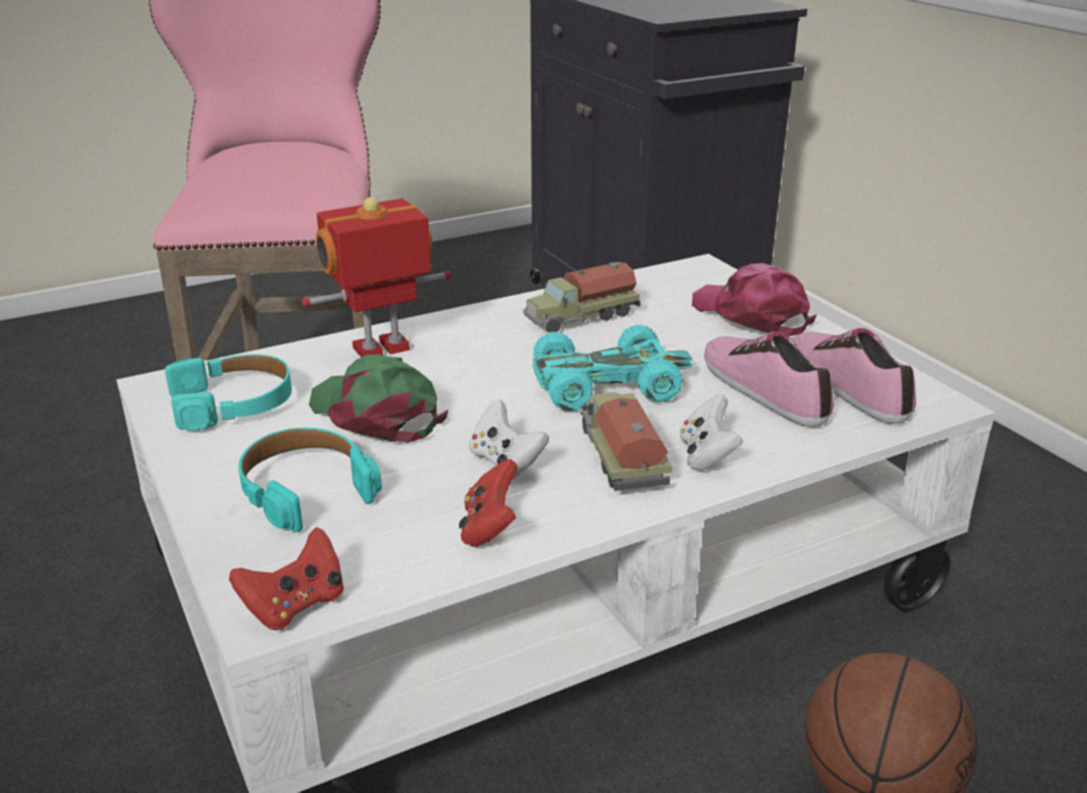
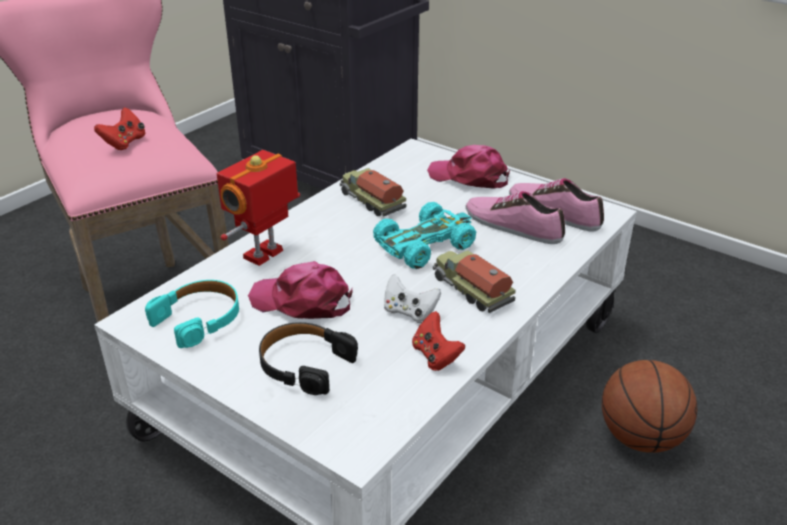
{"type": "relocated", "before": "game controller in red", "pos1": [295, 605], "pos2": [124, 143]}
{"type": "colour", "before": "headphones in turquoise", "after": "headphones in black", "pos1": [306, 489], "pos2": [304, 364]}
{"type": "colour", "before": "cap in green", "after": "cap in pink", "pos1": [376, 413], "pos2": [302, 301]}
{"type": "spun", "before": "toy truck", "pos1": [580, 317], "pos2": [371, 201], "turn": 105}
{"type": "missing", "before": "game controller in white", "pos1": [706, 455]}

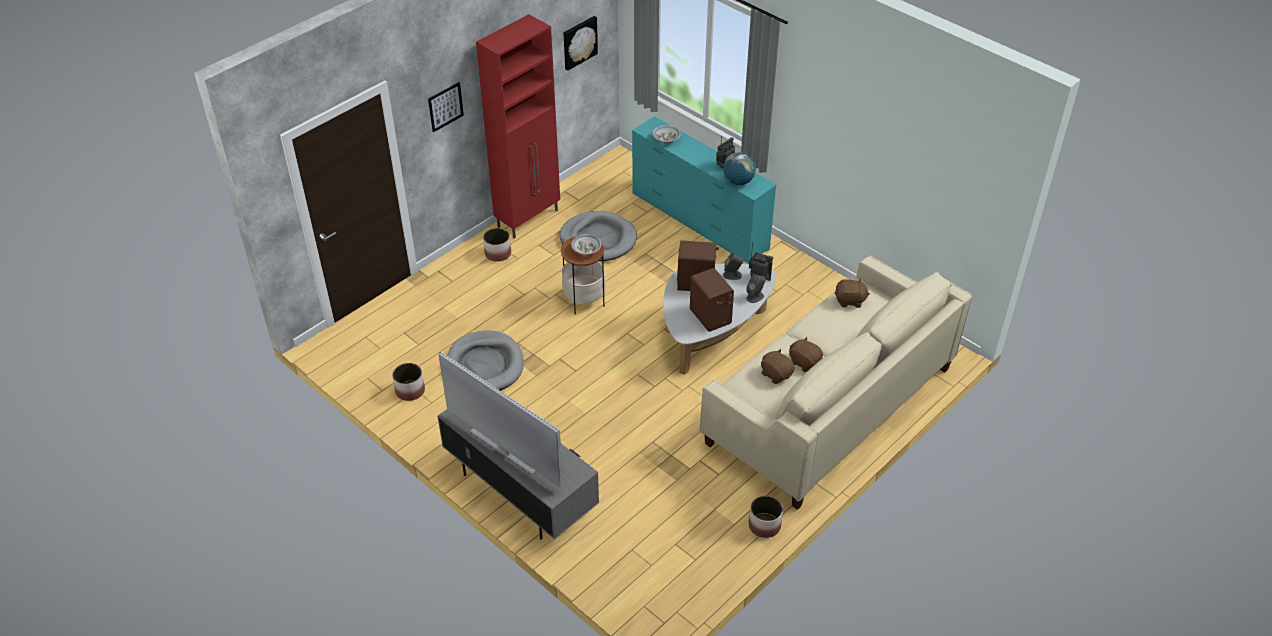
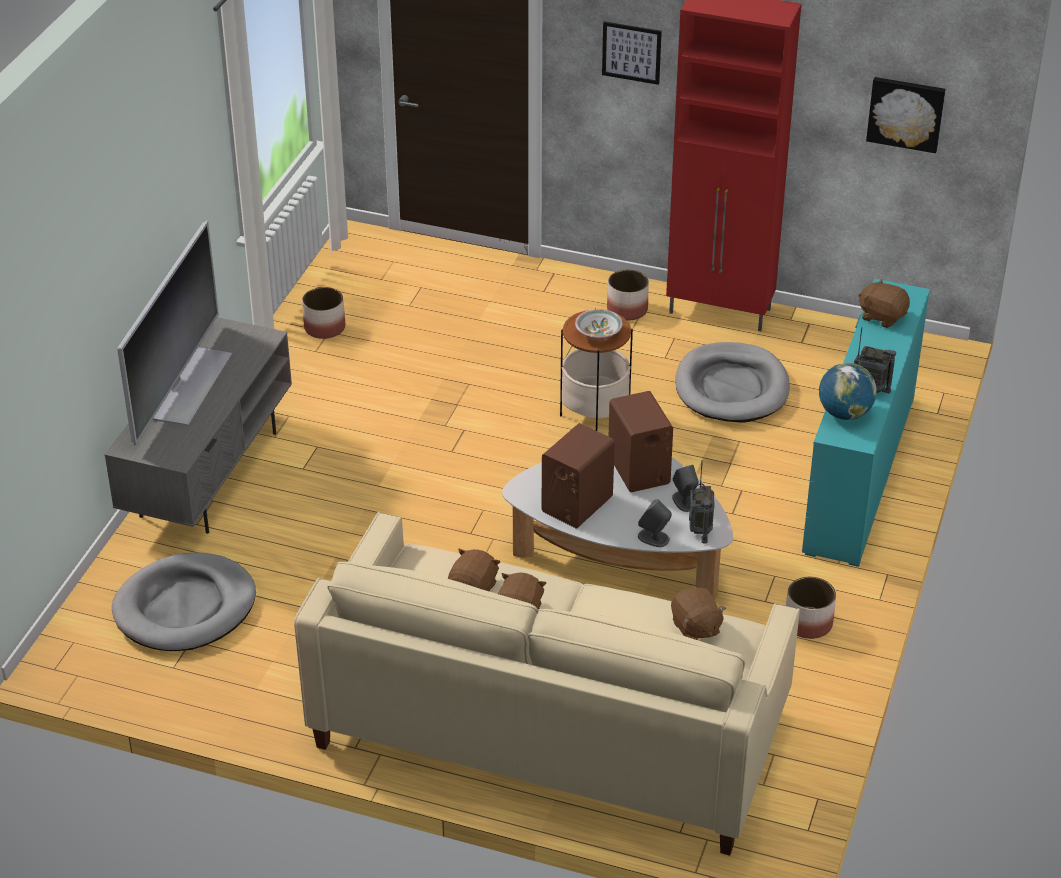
{"type": "relocated", "before": "dog bed in grey", "pos1": [485, 365], "pos2": [185, 607]}
{"type": "exchanged", "before": "bowl", "after": "plush toy in brown", "pos1": [666, 139], "pos2": [882, 316]}
{"type": "relocated", "before": "planter", "pos1": [764, 525], "pos2": [807, 623]}

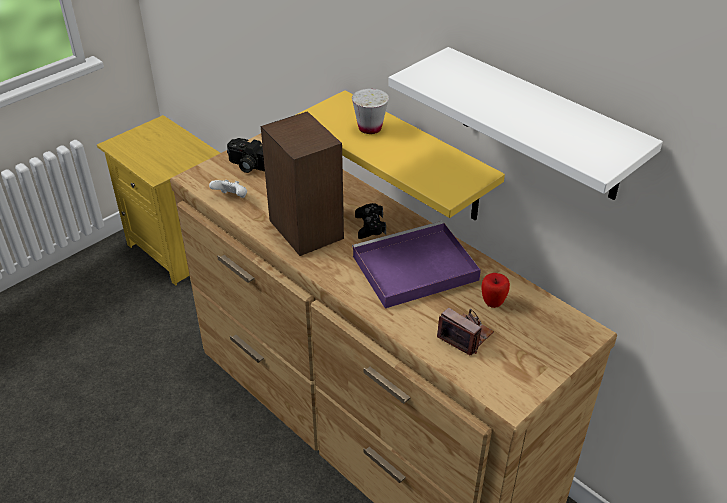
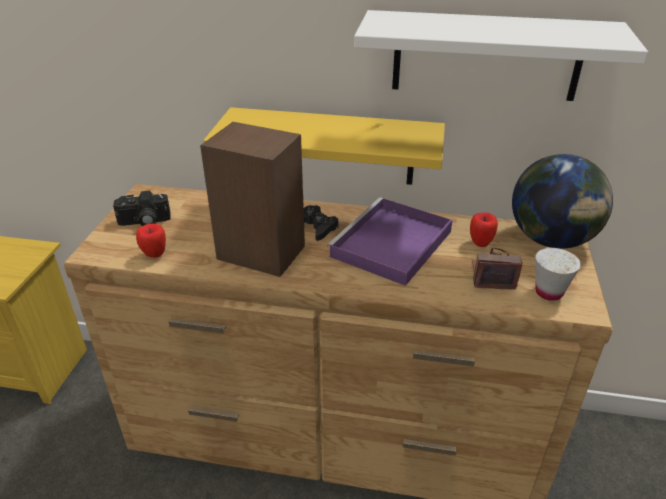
{"type": "exchanged", "before": "game controller in white", "after": "apple", "pos1": [231, 198], "pos2": [155, 255]}
{"type": "relocated", "before": "cup in white", "pos1": [370, 128], "pos2": [549, 292]}
{"type": "appeared", "after": "globe", "pos2": [551, 240]}

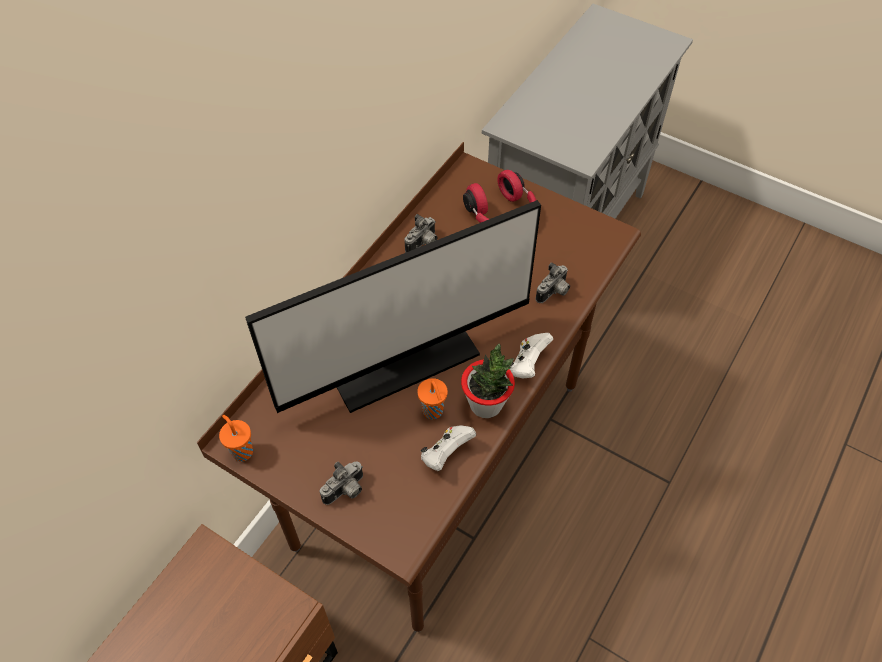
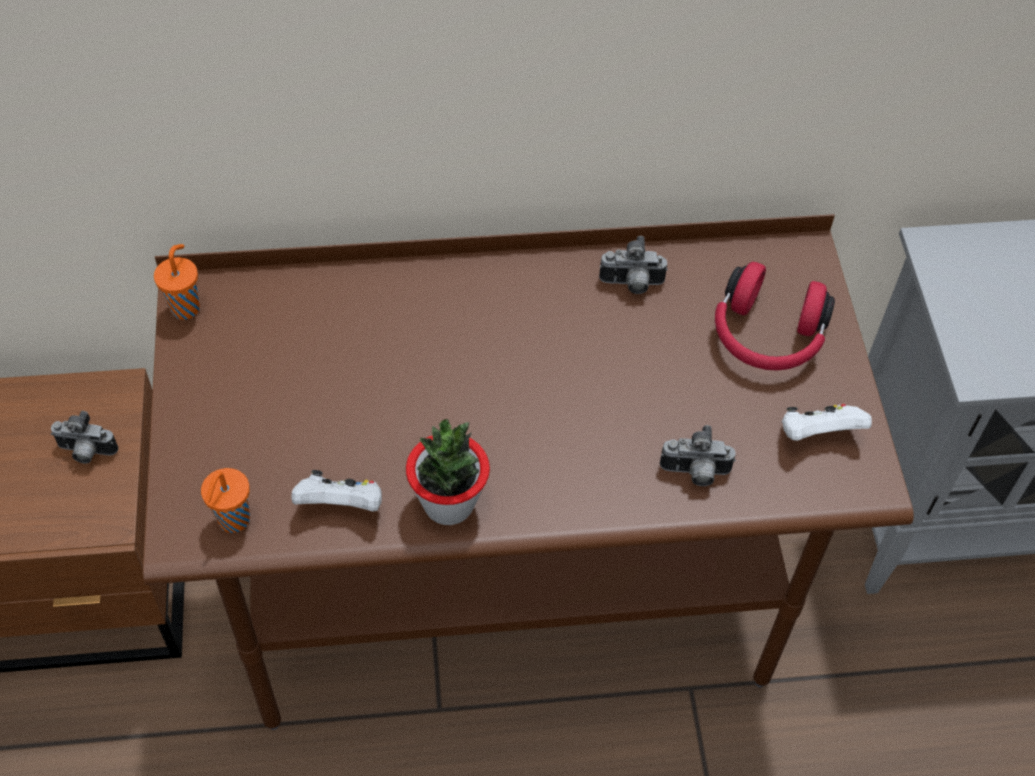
{"type": "missing", "before": "monitor", "pos1": [399, 354]}
{"type": "relocated", "before": "photo camera", "pos1": [346, 491], "pos2": [86, 452]}
{"type": "relocated", "before": "cup in orange", "pos1": [433, 412], "pos2": [232, 521]}
{"type": "relocated", "before": "game controller in white", "pos1": [527, 364], "pos2": [817, 435]}

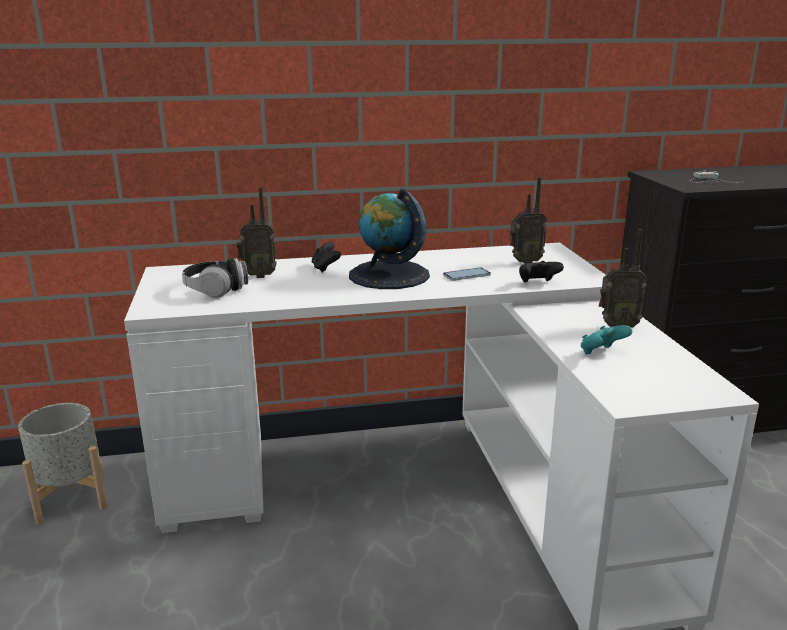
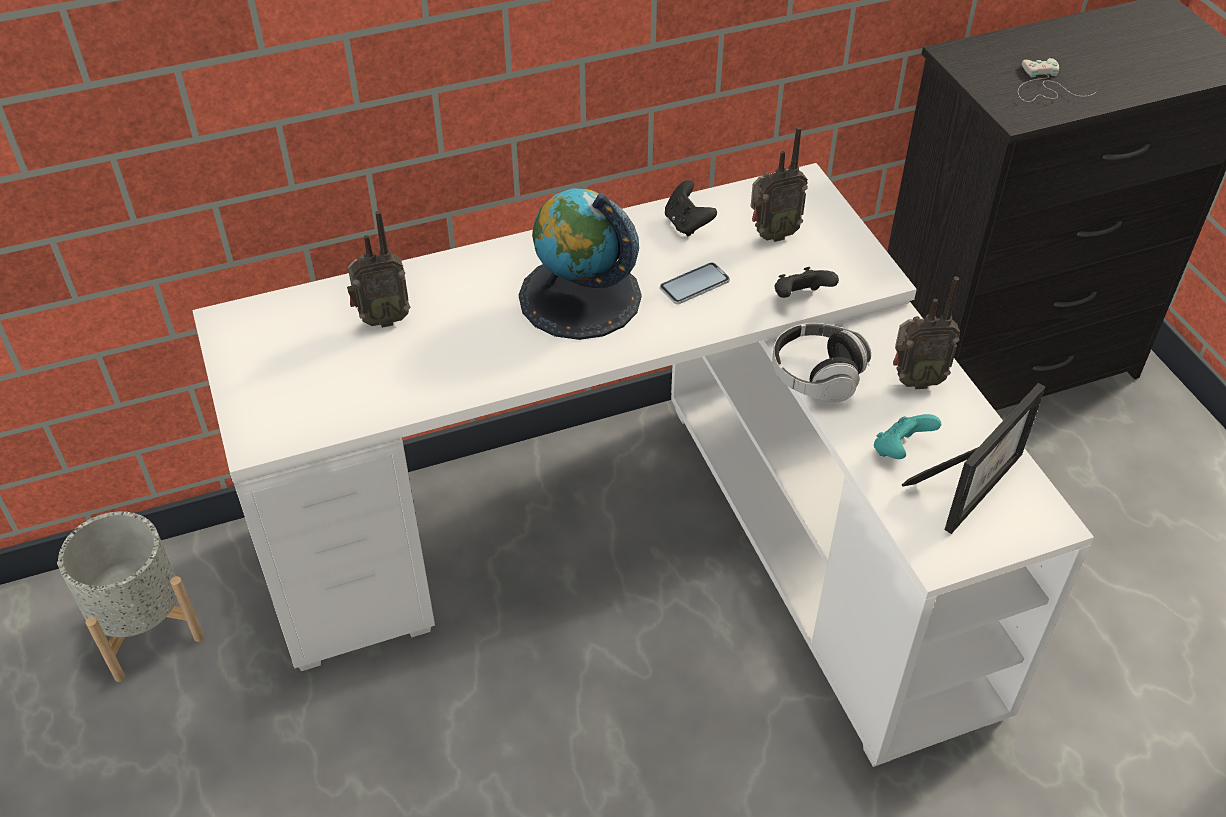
{"type": "relocated", "before": "headphones", "pos1": [216, 290], "pos2": [816, 376]}
{"type": "relocated", "before": "game controller in black", "pos1": [325, 268], "pos2": [687, 224]}
{"type": "appeared", "after": "picture frame", "pos2": [973, 482]}

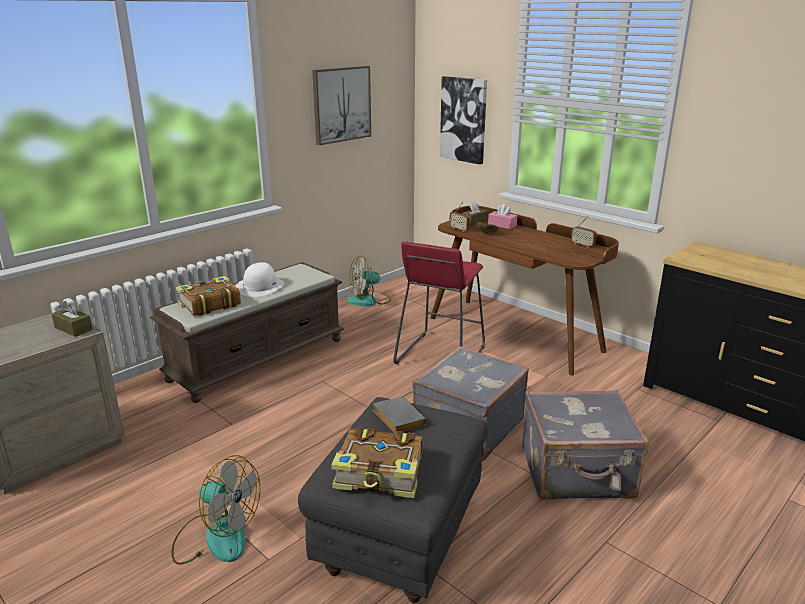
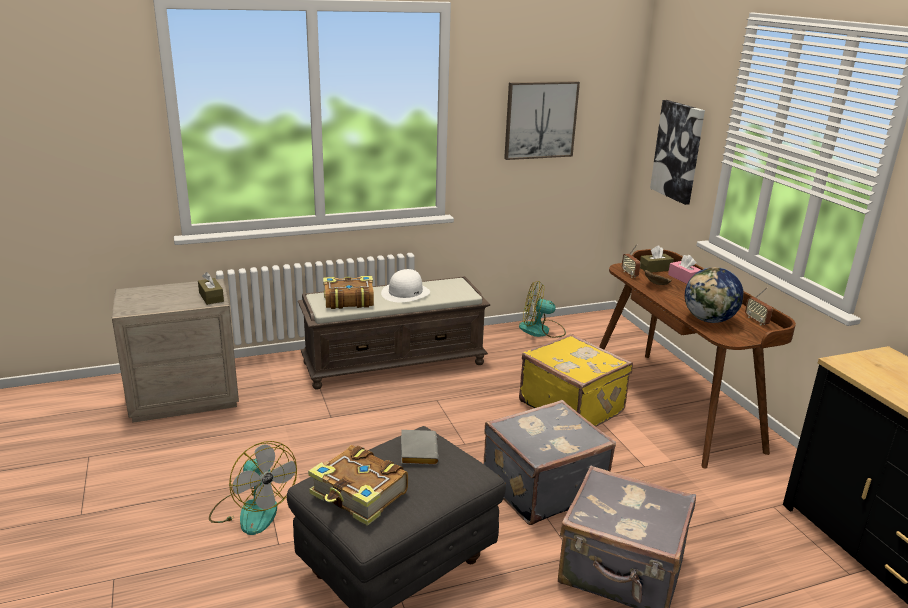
{"type": "exchanged", "before": "stool in red", "after": "suitcase in yellow", "pos1": [440, 355], "pos2": [572, 406]}
{"type": "appeared", "after": "globe", "pos2": [709, 320]}

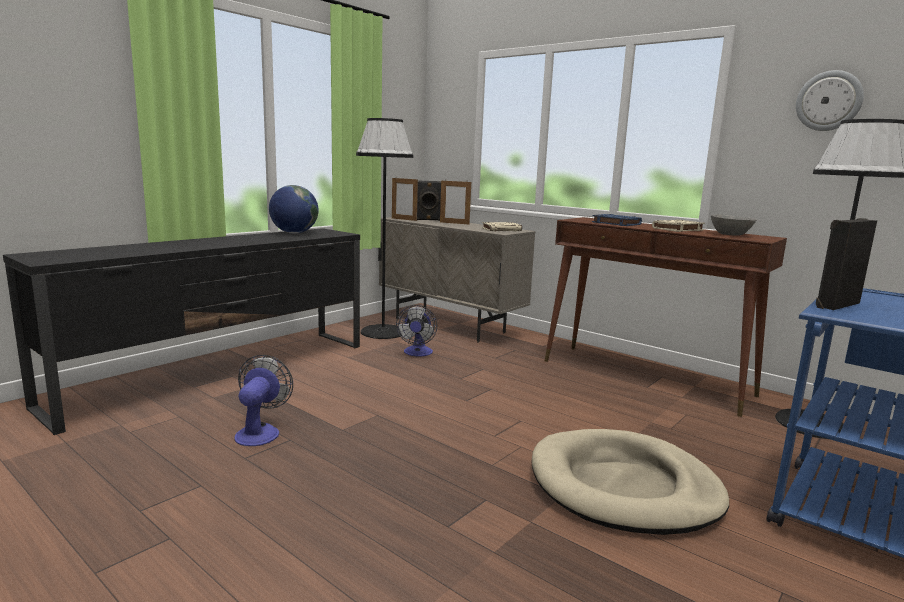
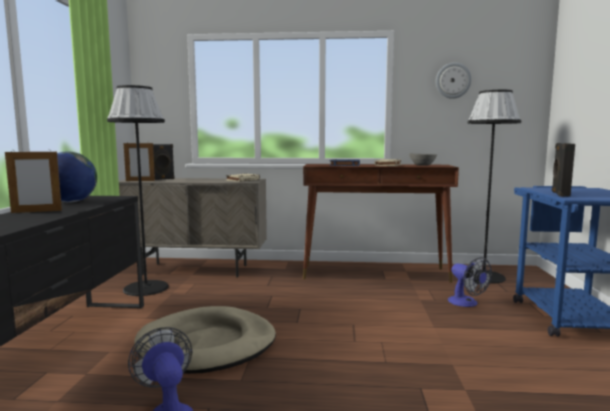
{"type": "relocated", "before": "fan", "pos1": [417, 353], "pos2": [467, 303]}
{"type": "relocated", "before": "picture frame", "pos1": [454, 223], "pos2": [36, 211]}
{"type": "relocated", "before": "dog bed in beige", "pos1": [624, 487], "pos2": [207, 345]}

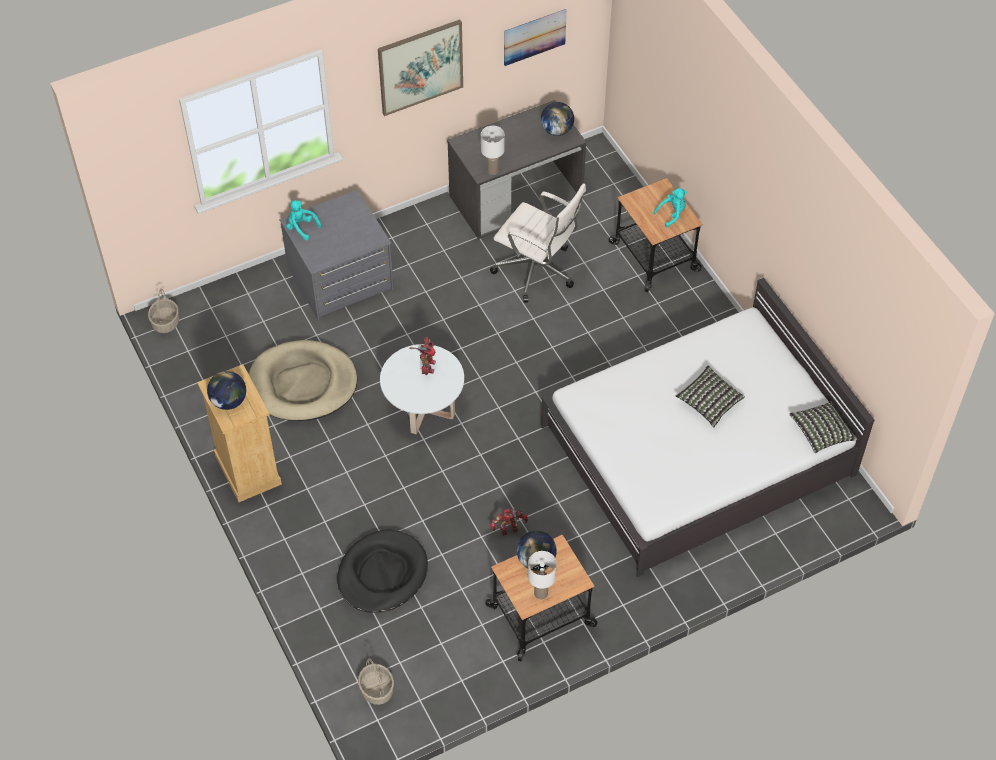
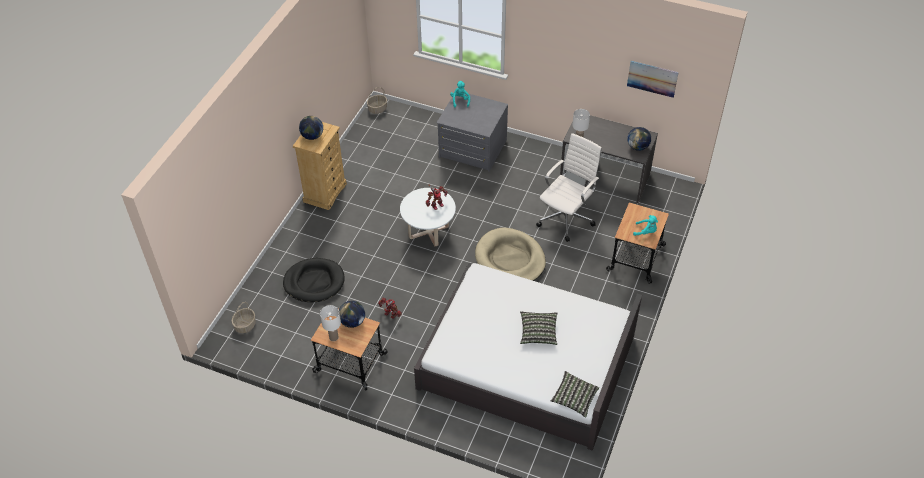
{"type": "relocated", "before": "dog bed in beige", "pos1": [303, 384], "pos2": [510, 259]}
{"type": "missing", "before": "picture", "pos1": [420, 67]}
{"type": "spun", "before": "office chair in white", "pos1": [537, 271], "pos2": [566, 217], "turn": -135}

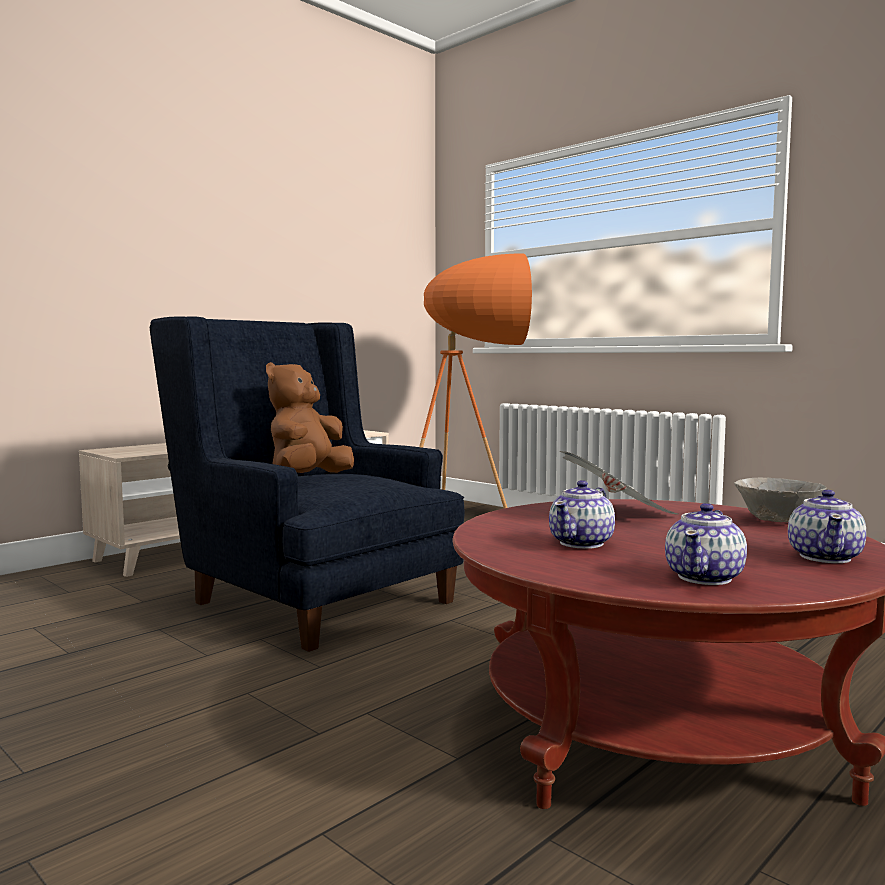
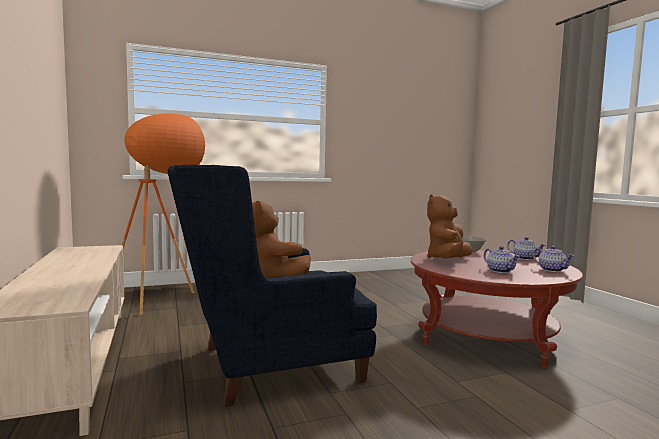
{"type": "exchanged", "before": "newspaper", "after": "plush toy in brown", "pos1": [617, 514], "pos2": [447, 260]}

